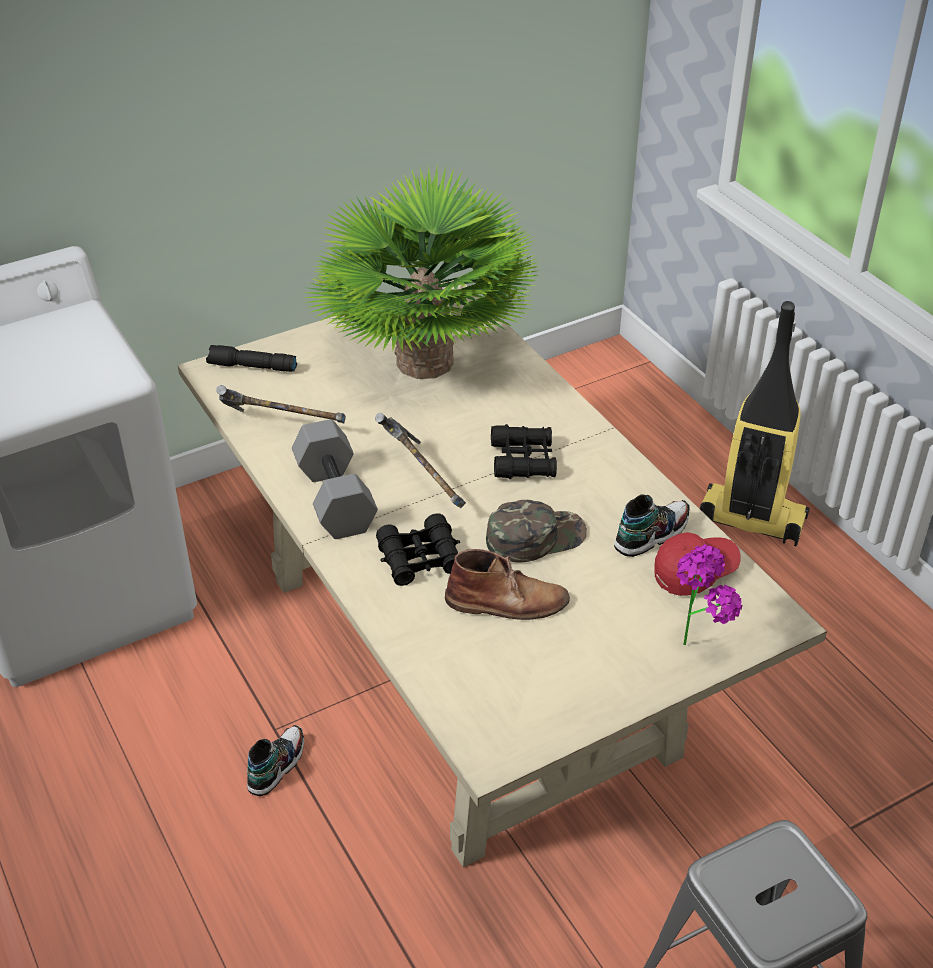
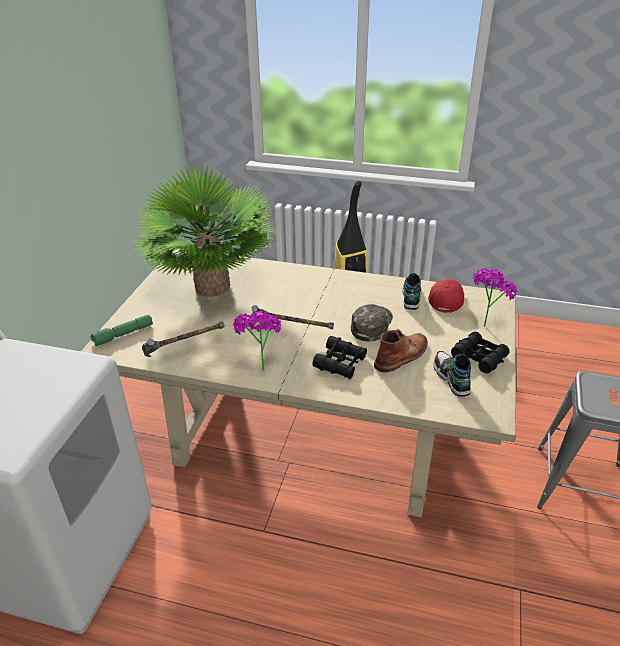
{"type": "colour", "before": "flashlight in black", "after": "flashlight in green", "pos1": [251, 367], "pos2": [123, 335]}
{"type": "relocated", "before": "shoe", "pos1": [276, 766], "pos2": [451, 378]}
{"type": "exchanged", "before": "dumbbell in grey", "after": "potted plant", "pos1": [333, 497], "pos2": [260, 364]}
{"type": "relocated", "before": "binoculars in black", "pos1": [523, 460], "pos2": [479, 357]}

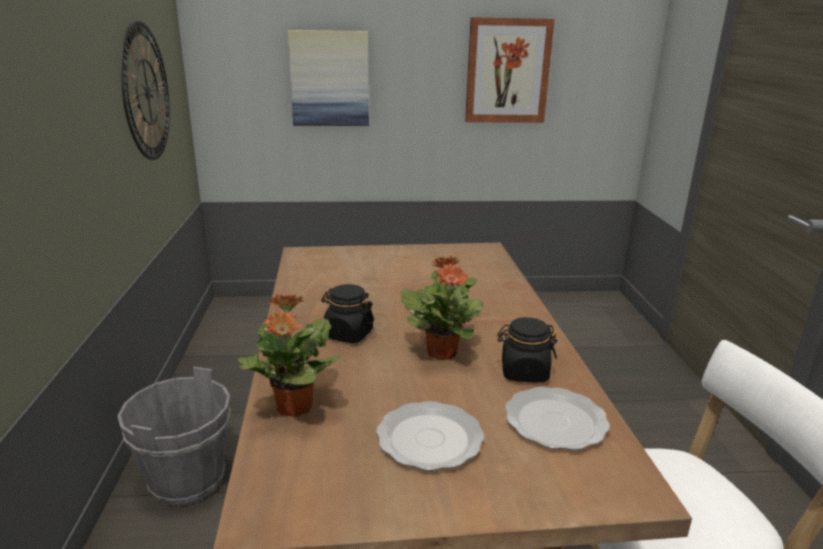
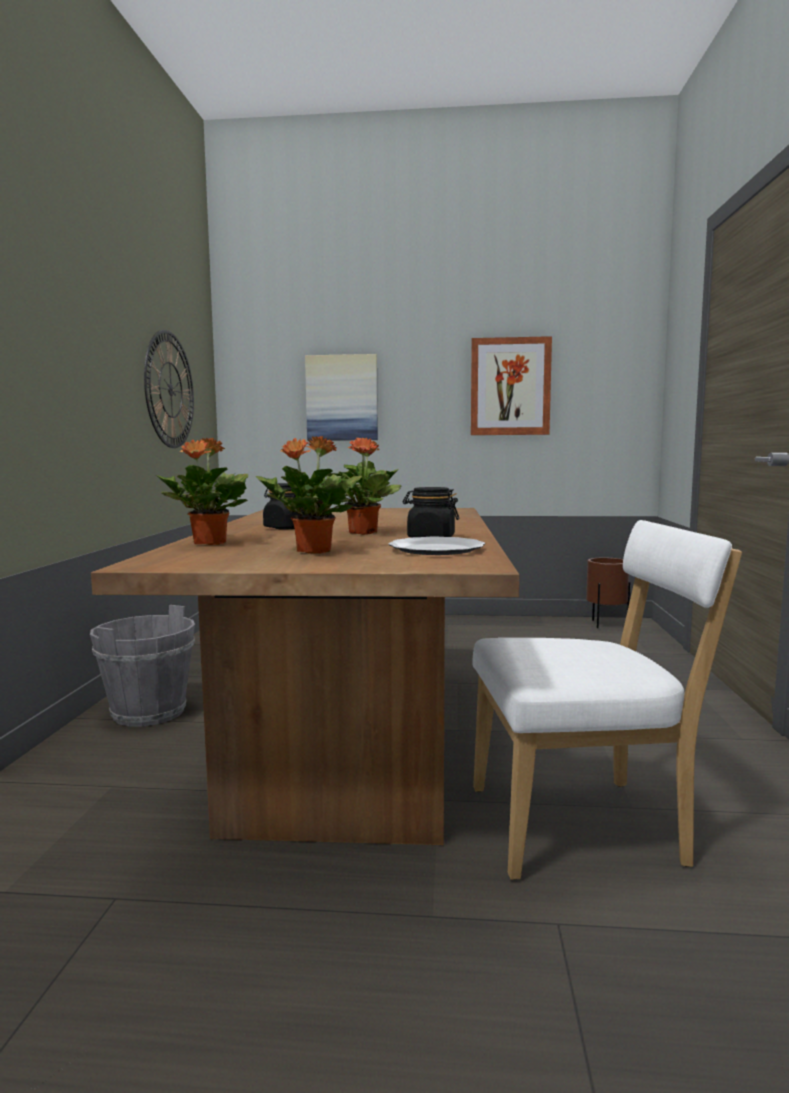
{"type": "exchanged", "before": "plate", "after": "potted plant", "pos1": [428, 438], "pos2": [312, 551]}
{"type": "appeared", "after": "planter in brown", "pos2": [606, 625]}

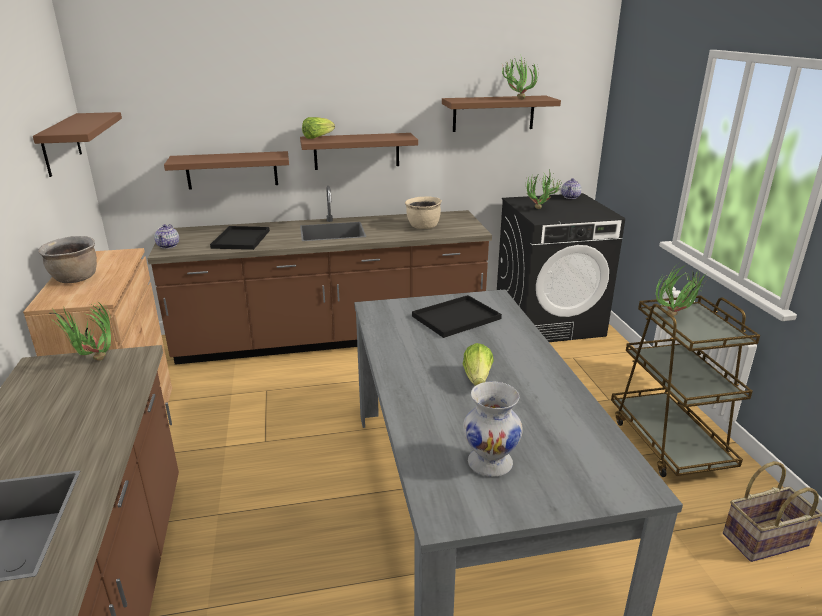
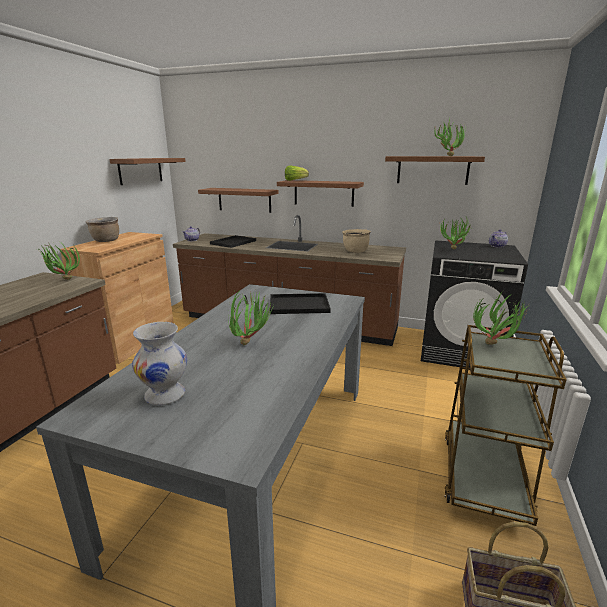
{"type": "exchanged", "before": "lettuce", "after": "potted plant", "pos1": [477, 378], "pos2": [250, 342]}

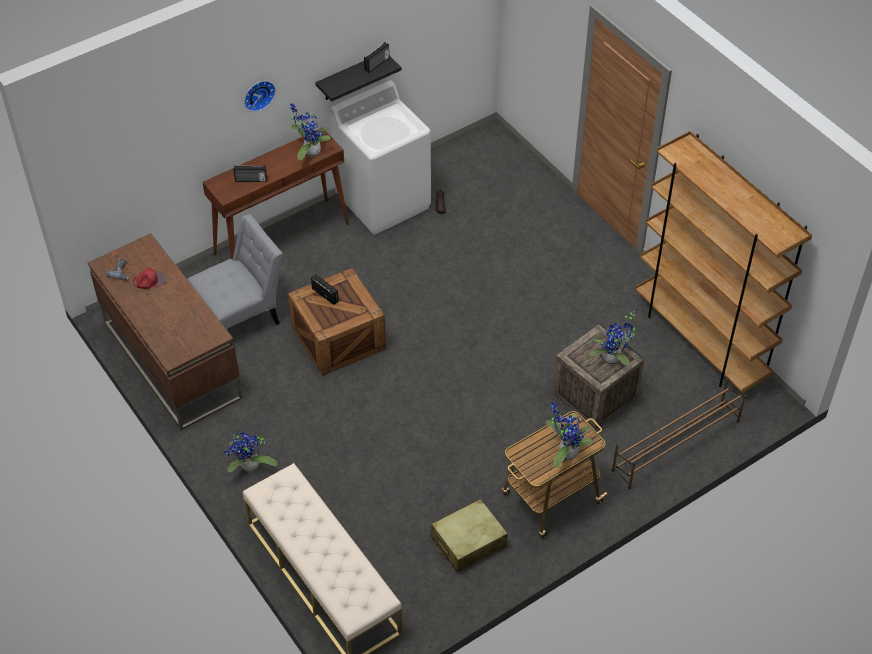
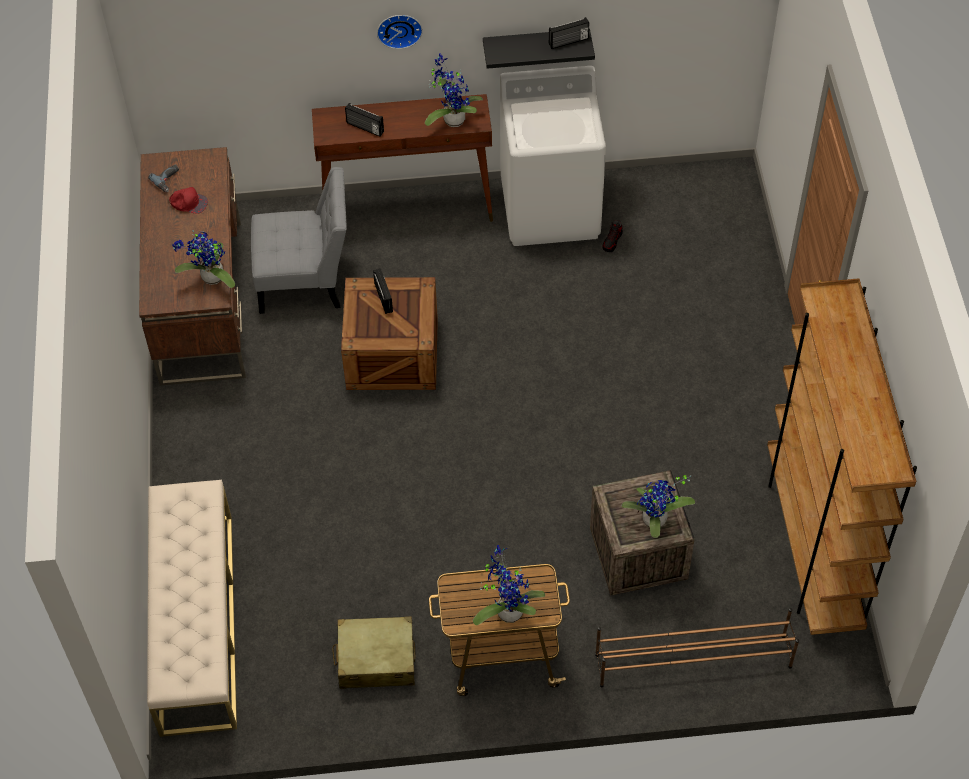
{"type": "relocated", "before": "potted plant", "pos1": [249, 467], "pos2": [210, 279]}

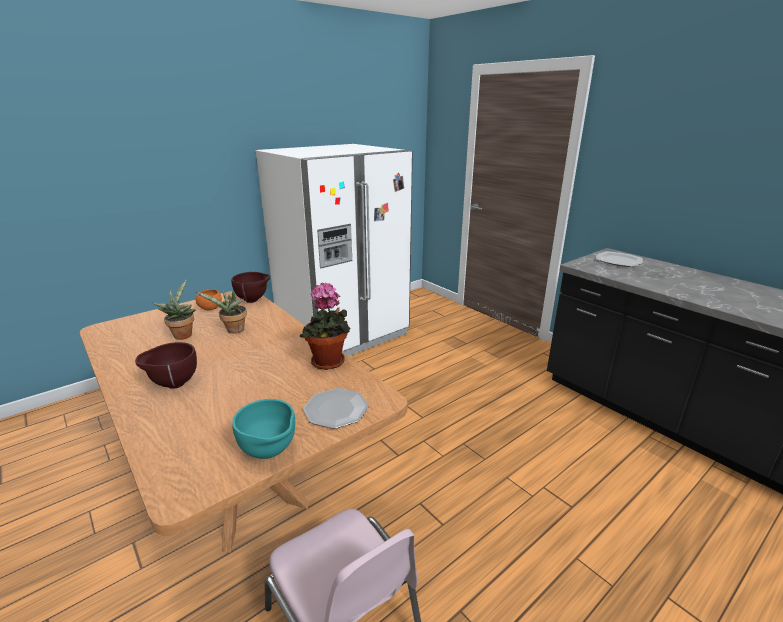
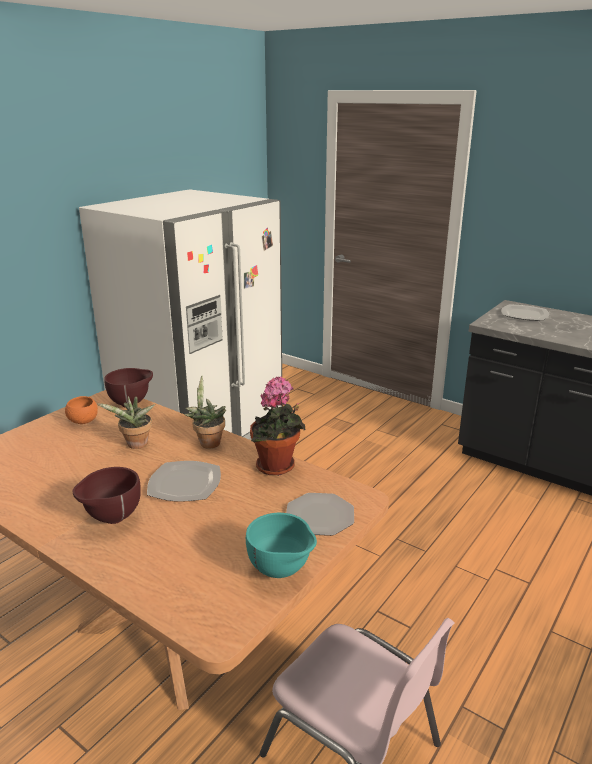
{"type": "relocated", "before": "potted plant", "pos1": [182, 334], "pos2": [208, 442]}
{"type": "appeared", "after": "plate", "pos2": [184, 484]}

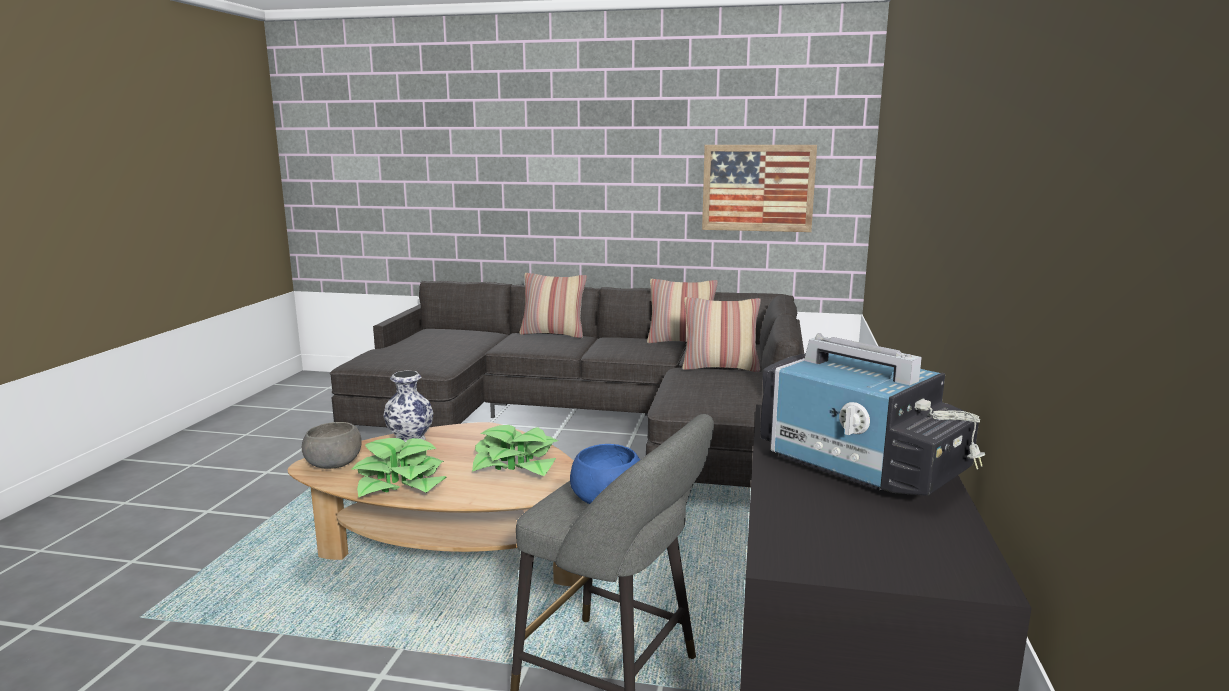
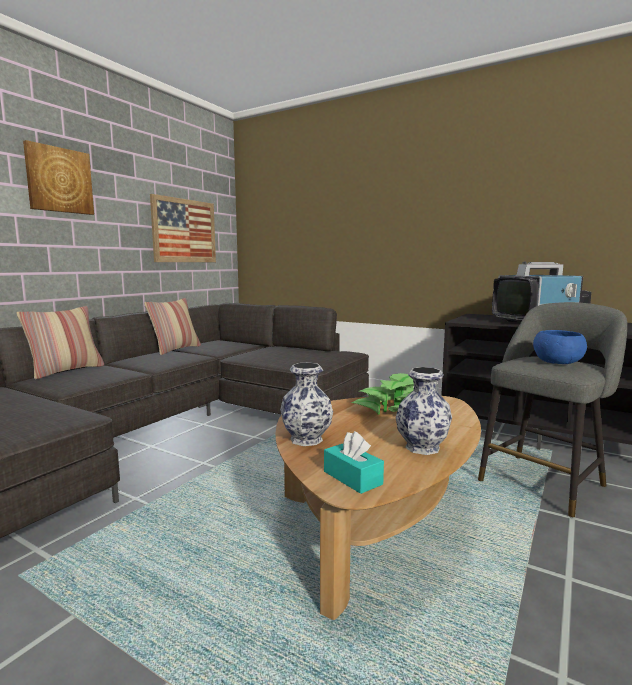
{"type": "exchanged", "before": "bowl in grey", "after": "tissue box in turquoise", "pos1": [333, 463], "pos2": [352, 478]}
{"type": "exchanged", "before": "potted plant", "after": "vase", "pos1": [401, 483], "pos2": [423, 447]}
{"type": "missing", "before": "pillow", "pos1": [720, 367]}
{"type": "appeared", "after": "picture", "pos2": [59, 180]}

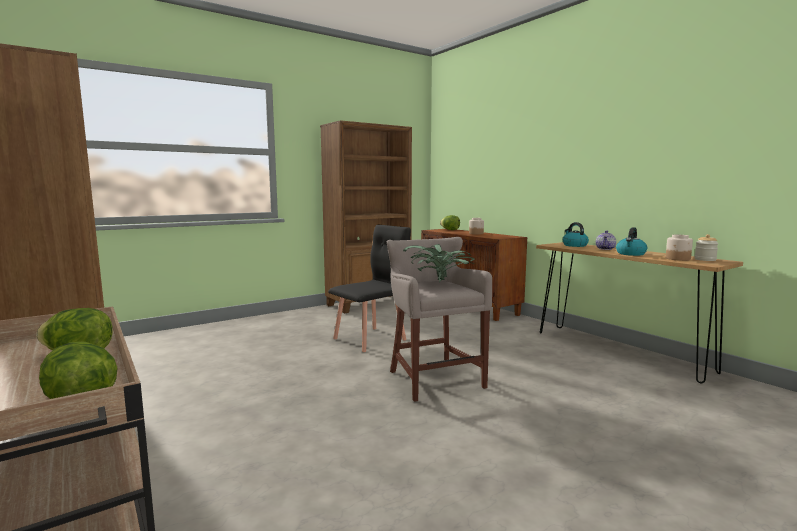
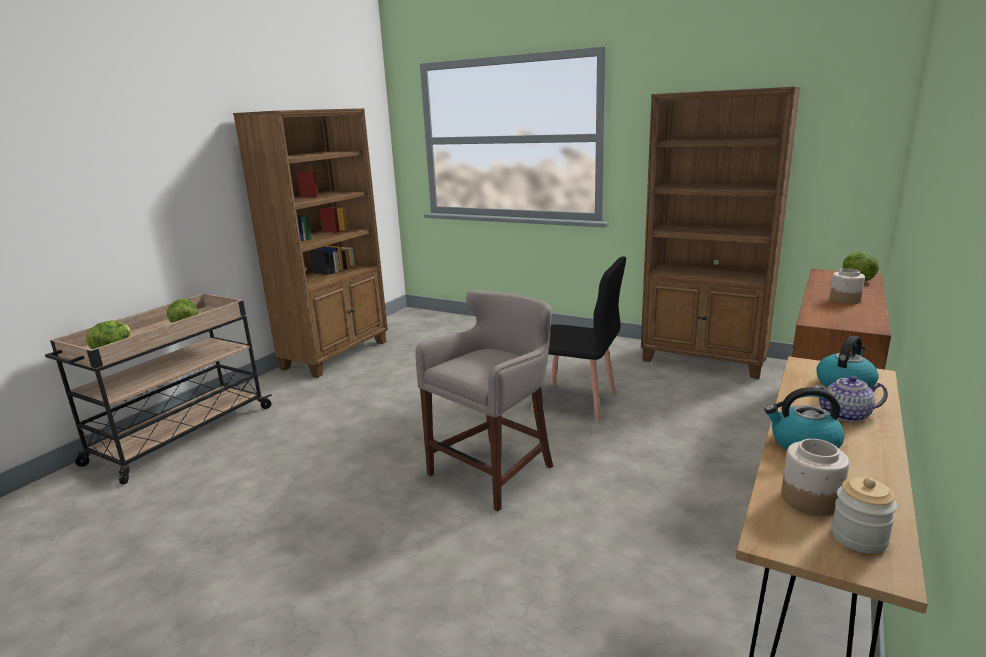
{"type": "missing", "before": "potted plant", "pos1": [441, 283]}

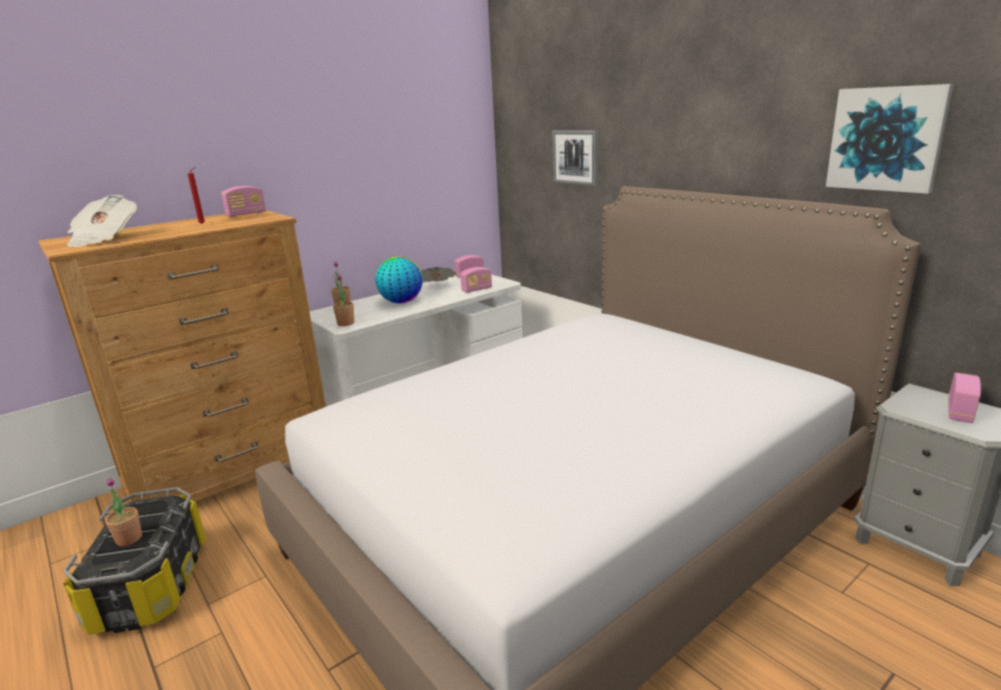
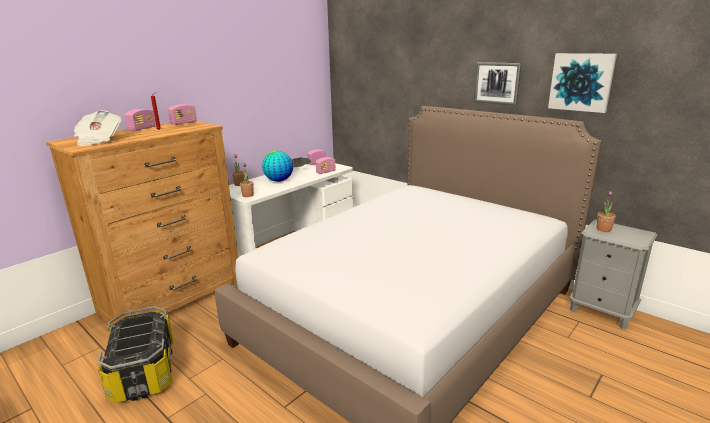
{"type": "relocated", "before": "potted plant", "pos1": [129, 538], "pos2": [603, 229]}
{"type": "relocated", "before": "picture", "pos1": [575, 157], "pos2": [497, 83]}
{"type": "relocated", "before": "radio", "pos1": [959, 412], "pos2": [142, 129]}

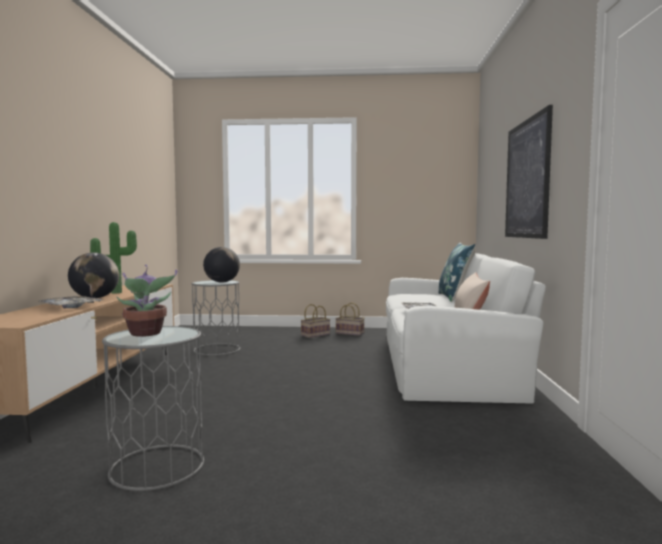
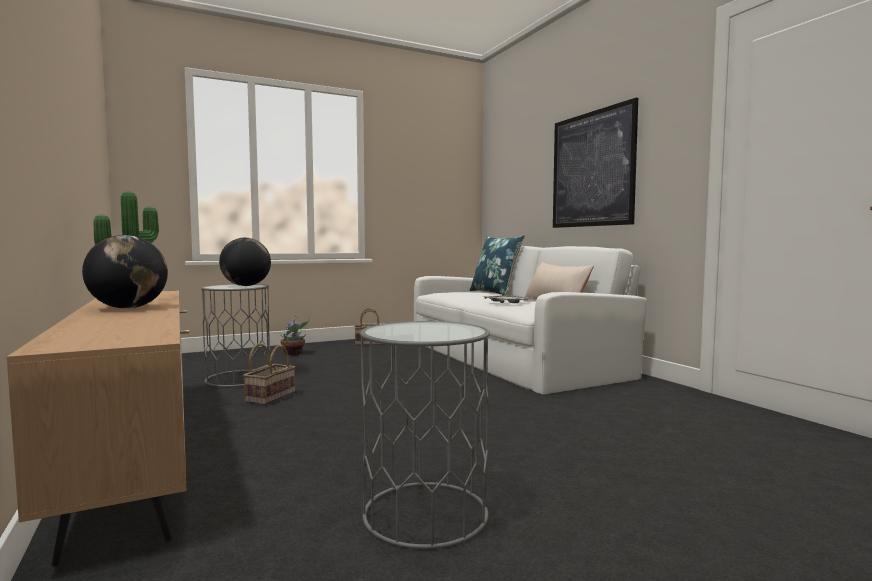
{"type": "missing", "before": "tray", "pos1": [70, 307]}
{"type": "relocated", "before": "potted plant", "pos1": [146, 334], "pos2": [294, 353]}
{"type": "relocated", "before": "basket", "pos1": [315, 334], "pos2": [270, 397]}

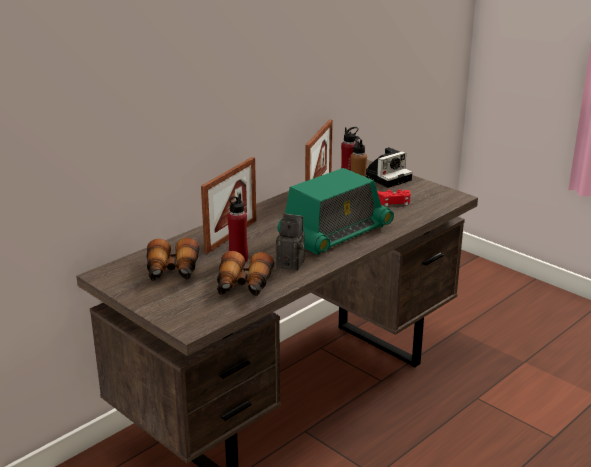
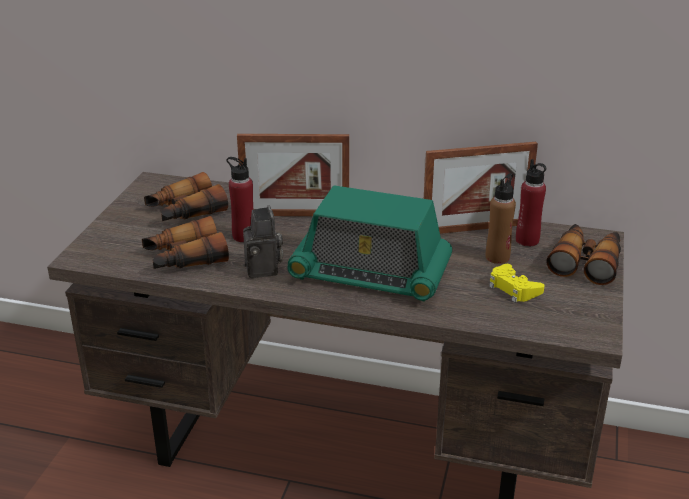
{"type": "exchanged", "before": "photo camera", "after": "binoculars", "pos1": [387, 177], "pos2": [586, 262]}
{"type": "colour", "before": "game controller in red", "after": "game controller in yellow", "pos1": [394, 201], "pos2": [513, 288]}

